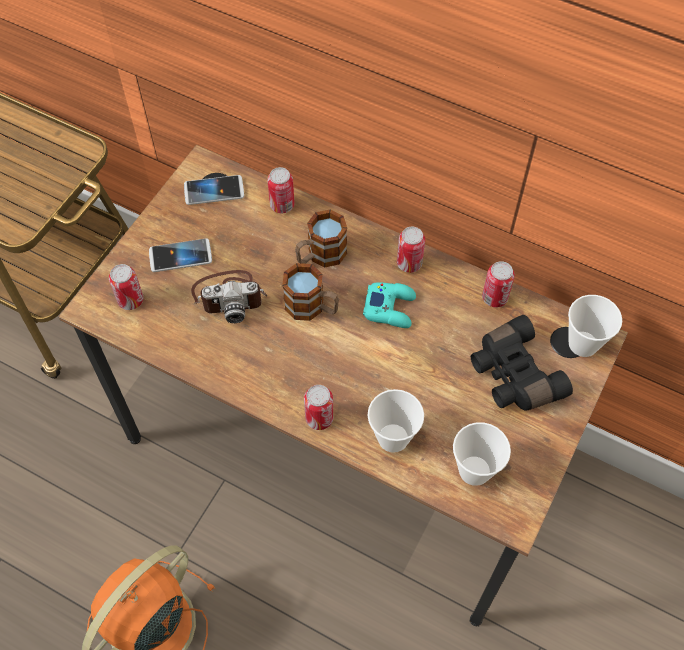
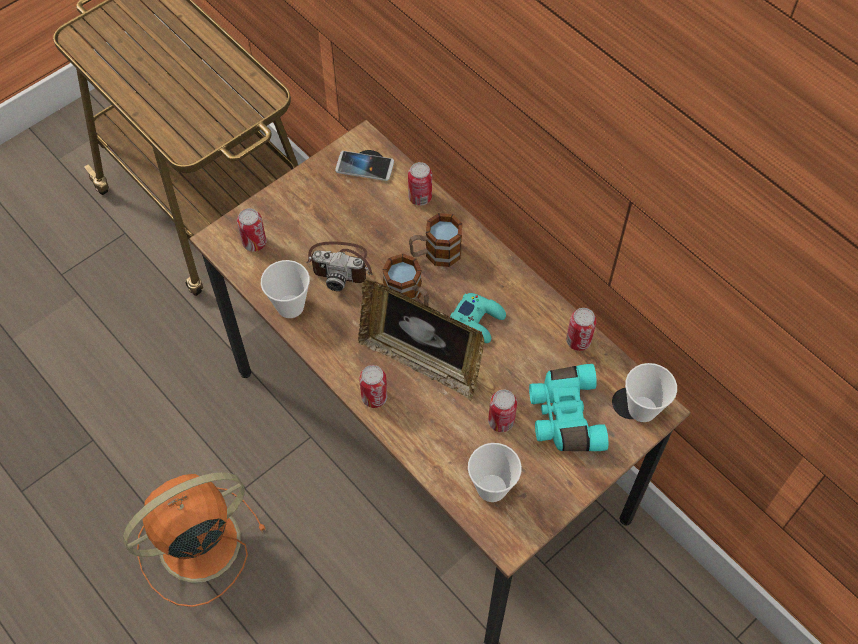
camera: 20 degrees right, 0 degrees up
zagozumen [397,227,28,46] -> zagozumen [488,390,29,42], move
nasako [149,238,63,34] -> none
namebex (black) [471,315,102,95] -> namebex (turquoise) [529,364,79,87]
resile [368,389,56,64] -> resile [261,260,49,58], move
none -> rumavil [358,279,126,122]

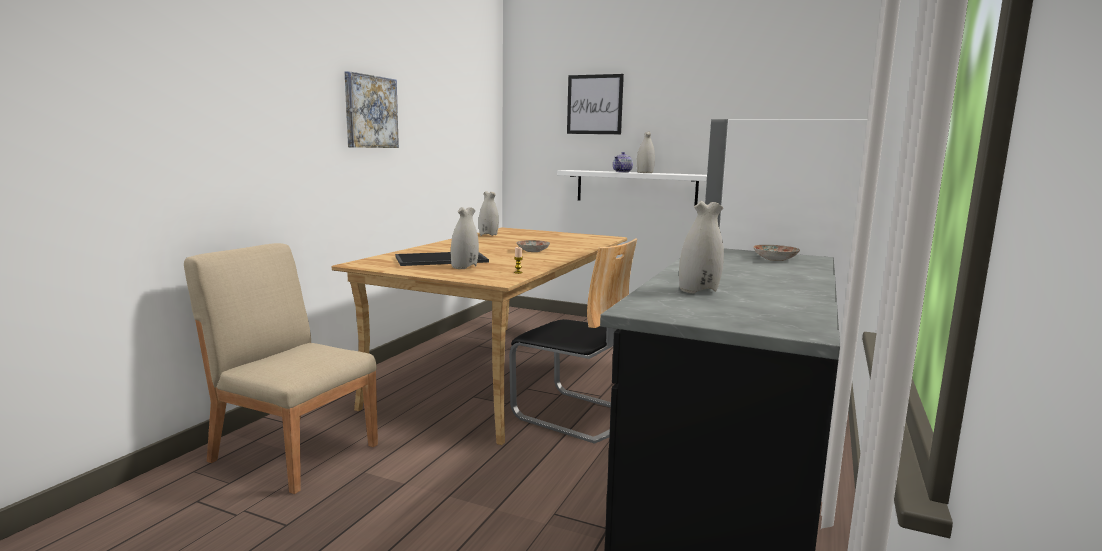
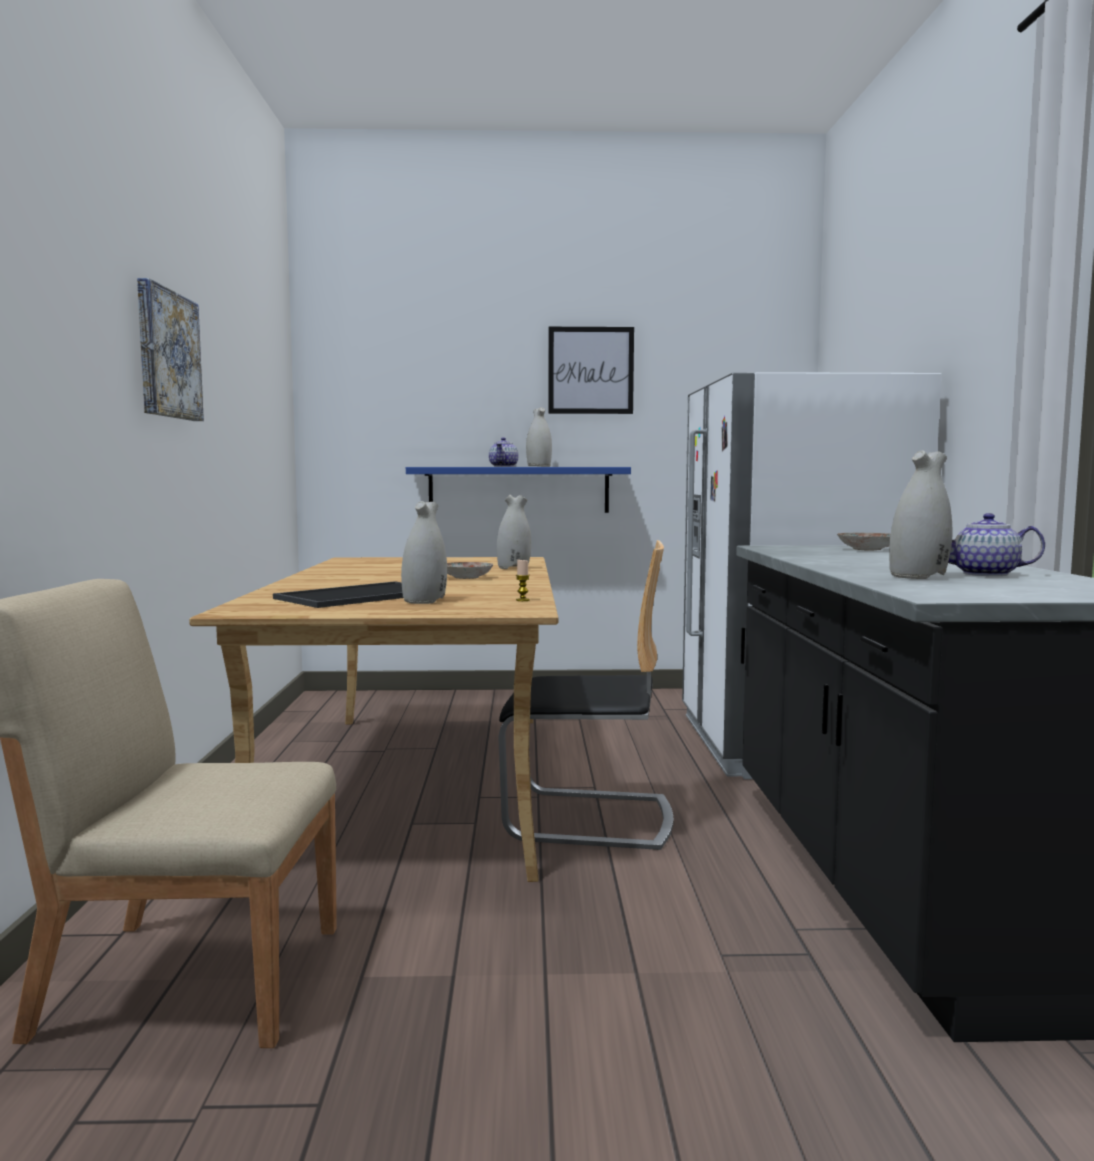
camera: 25 degrees left, 5 degrees down
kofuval [567,74,57,60] -> kofuval [548,327,86,87], move
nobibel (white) [557,170,150,36] -> nobibel (blue) [406,467,225,46]
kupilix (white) [479,191,20,45] -> kupilix (white) [497,495,34,74], move
none -> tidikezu [948,513,97,63]

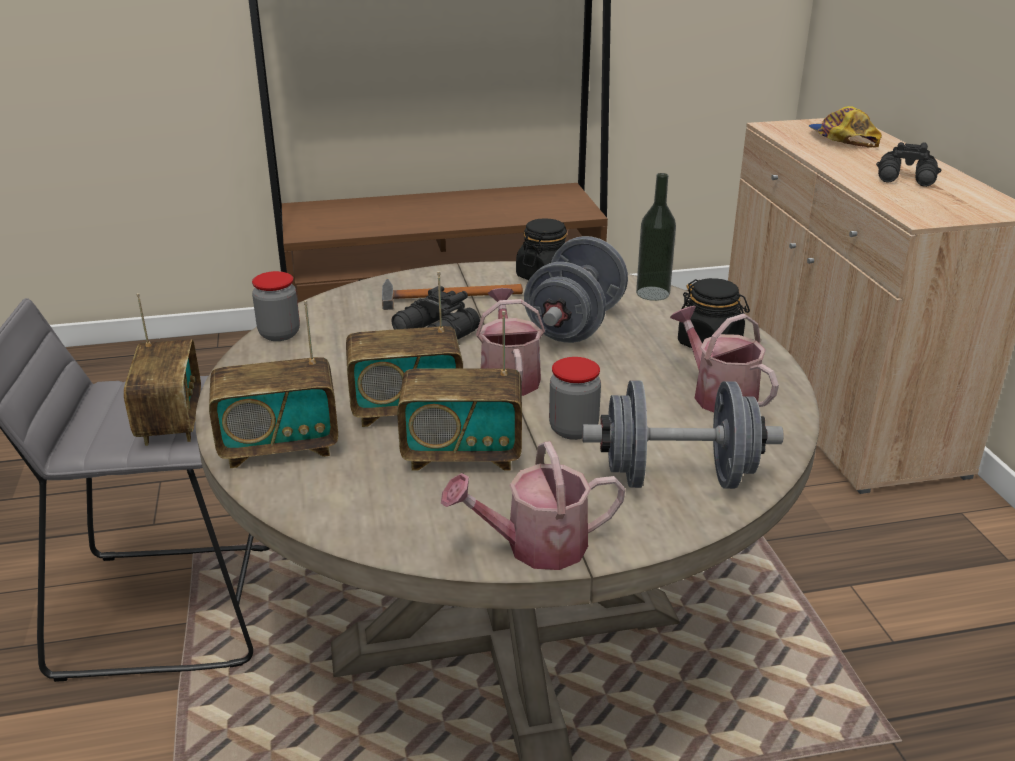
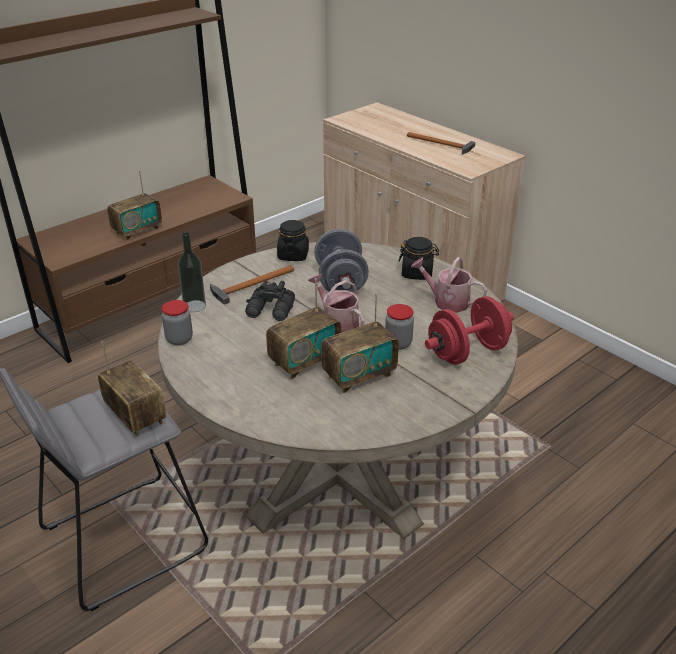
camera: 30 degrees left, 5 degrees up
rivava [809,106,73,42] -> none
namebex (black) [876,142,66,45] -> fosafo [407,132,68,23]
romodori [636,173,40,128] -> romodori [178,232,28,80], move
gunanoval [209,300,129,168] -> gunanoval [107,171,55,70], move
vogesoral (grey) [582,380,202,109] -> vogesoral (red) [425,296,89,69]
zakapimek [441,441,184,129] -> none

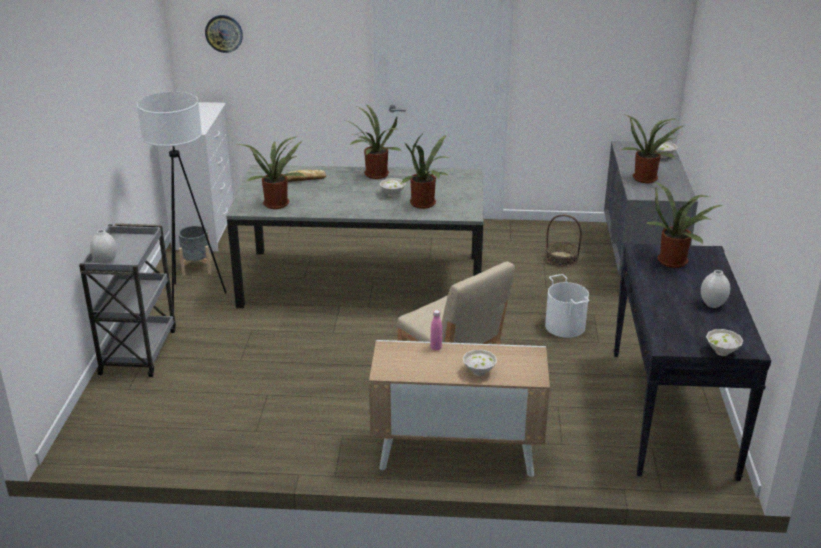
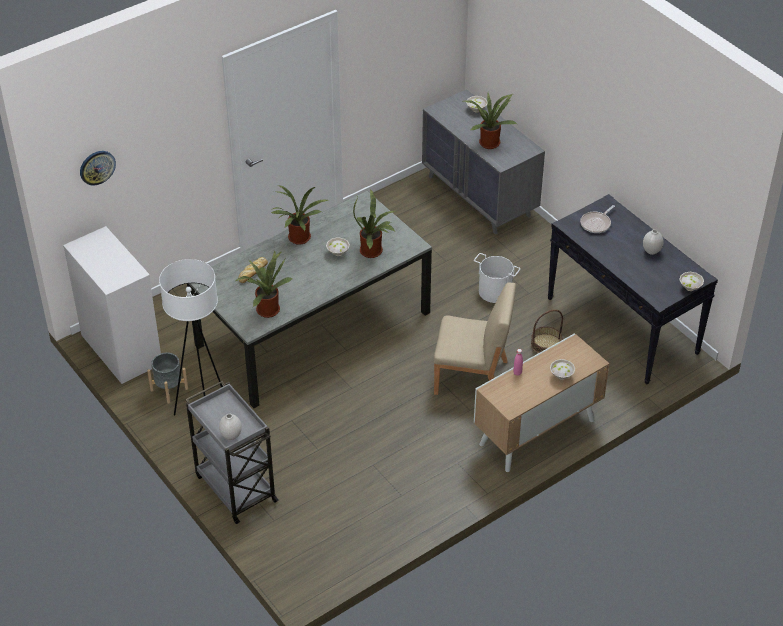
camera: 40 degrees left, 15 degrees up
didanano [646,182,76,86] -> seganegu [580,205,35,28]
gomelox [546,215,36,52] -> gomelox [531,310,32,43], move

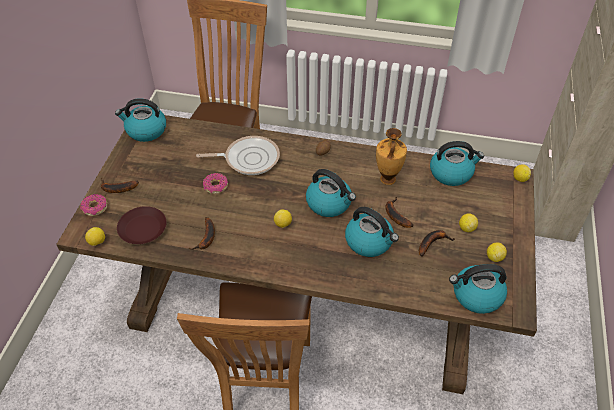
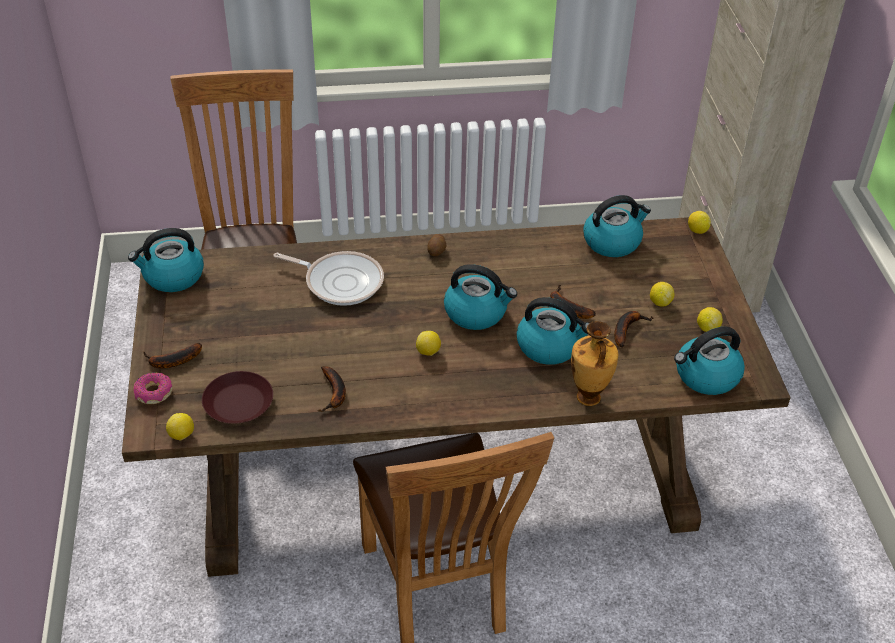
camera: 20 degrees left, 5 degrees down
kupilix [376,128,31,57] -> kupilix [571,321,48,85], move
seganegu [196,136,84,39] -> seganegu [273,251,111,55], 45 degrees clockwise
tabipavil [203,173,25,21] -> none

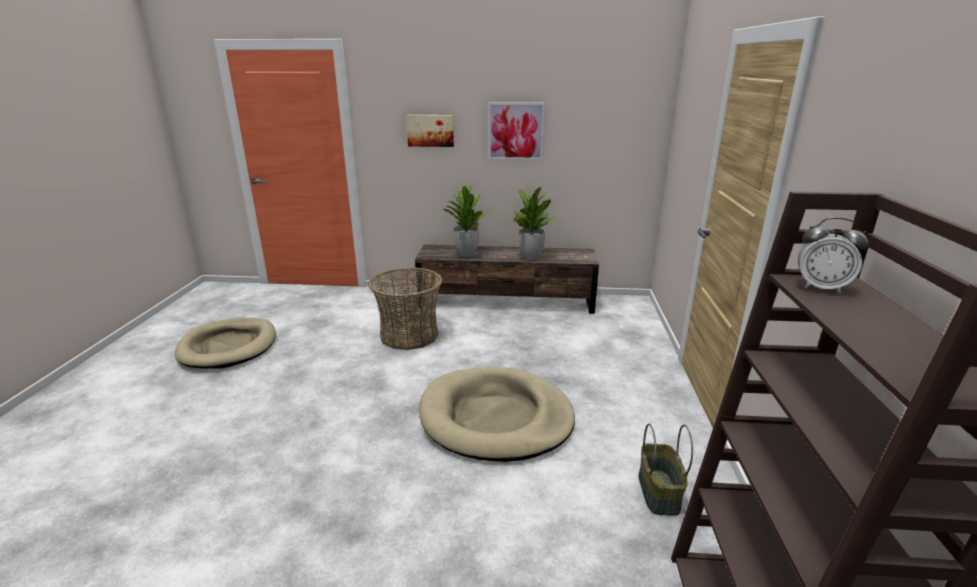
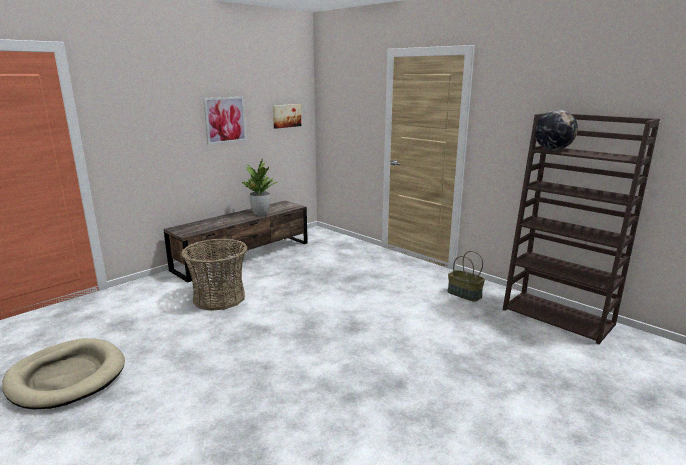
camera: 50 degrees left, 5 degrees down
kofuval [406,115,48,32] -> kofuval [273,104,28,25], move
didanano [443,185,44,72] -> none
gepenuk [798,217,70,77] -> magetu [535,110,43,40]
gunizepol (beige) [419,367,156,95] -> none

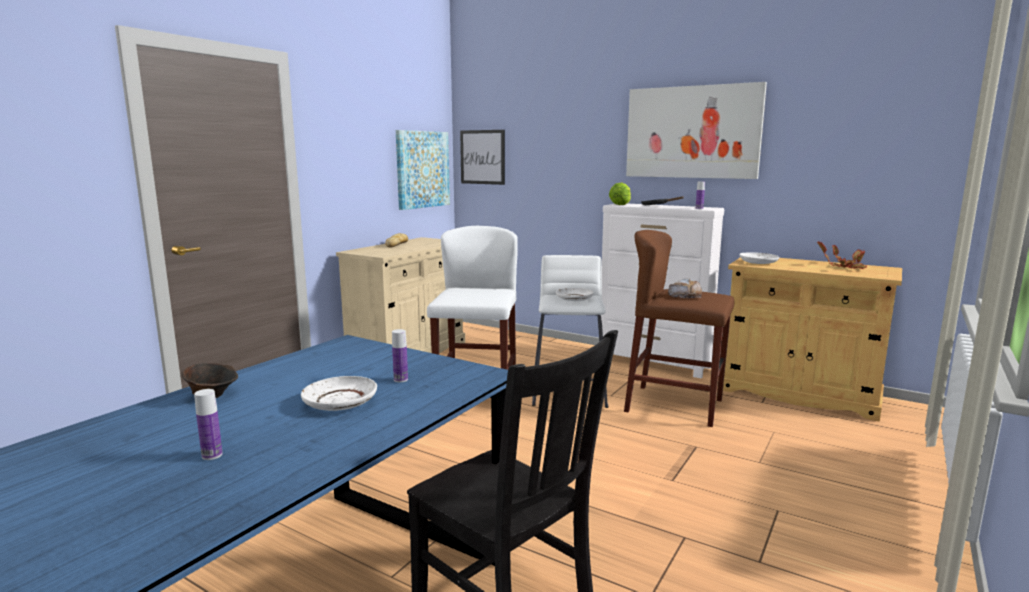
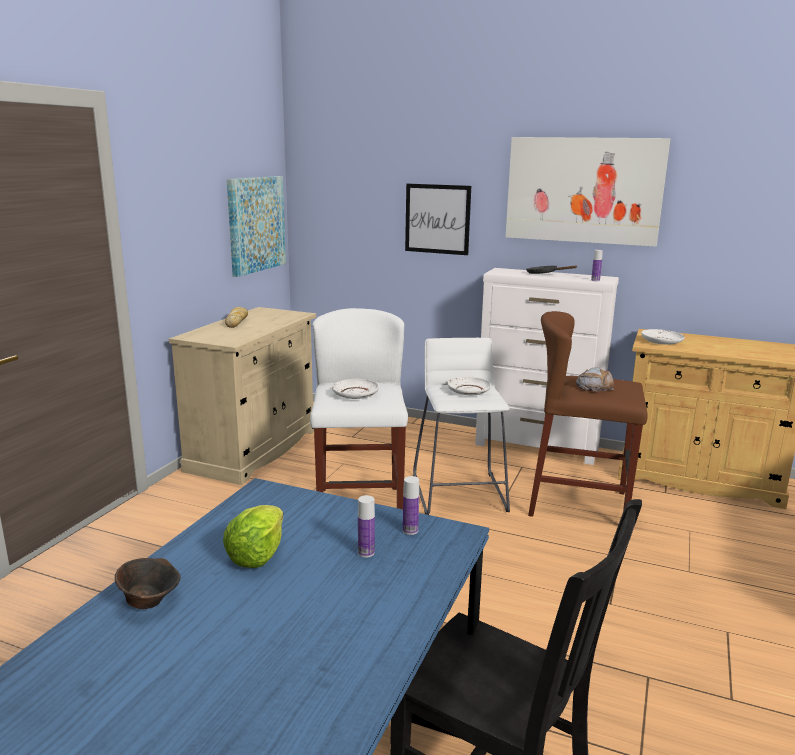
camera: 10 degrees left, 5 degrees up
kofuval [460,130,45,55] -> kofuval [405,184,66,71], move
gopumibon [609,183,22,22] -> gopumibon [223,505,60,63], move
didanano [817,241,50,28] -> none
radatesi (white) [301,376,76,35] -> radatesi (white) [332,379,47,20], move
romodori [194,389,29,71] -> romodori [403,476,16,59], move

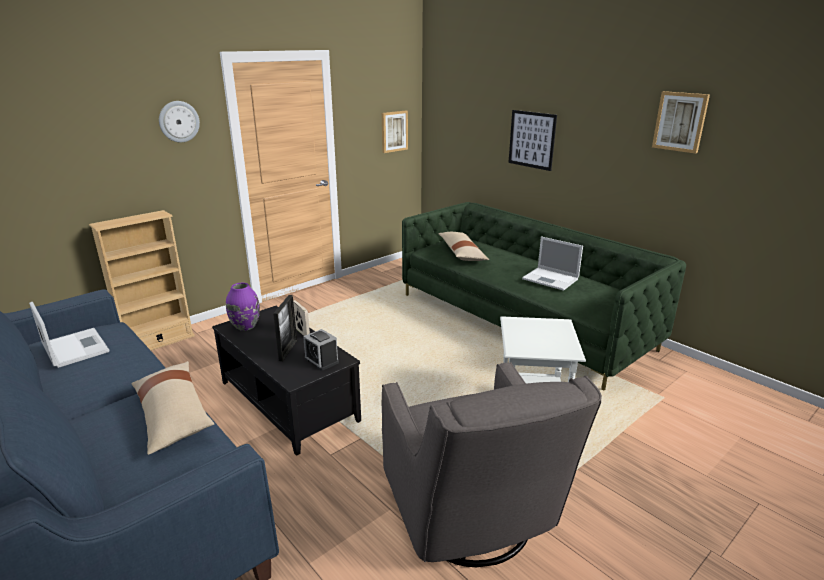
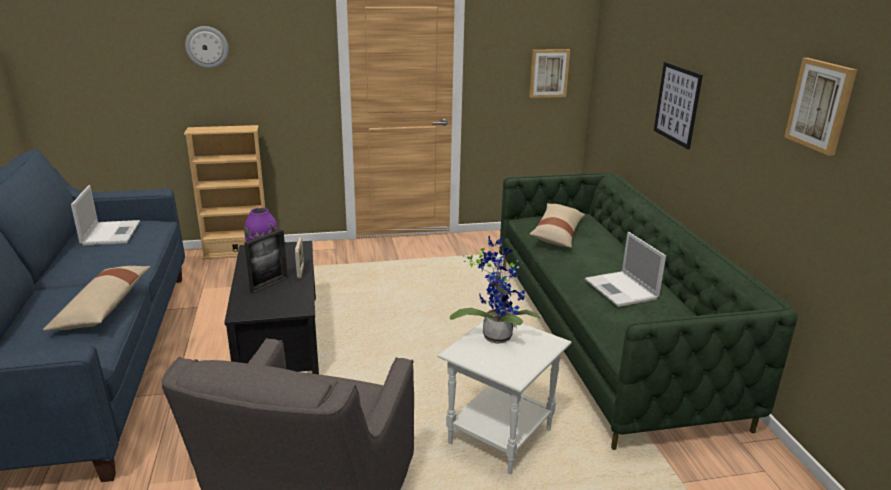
camera: 30 degrees right, 0 degrees up
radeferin [159,101,41,41] -> radeferin [185,26,44,42], move
gepenuk [303,329,36,42] -> none
none -> didanano [450,236,91,108]

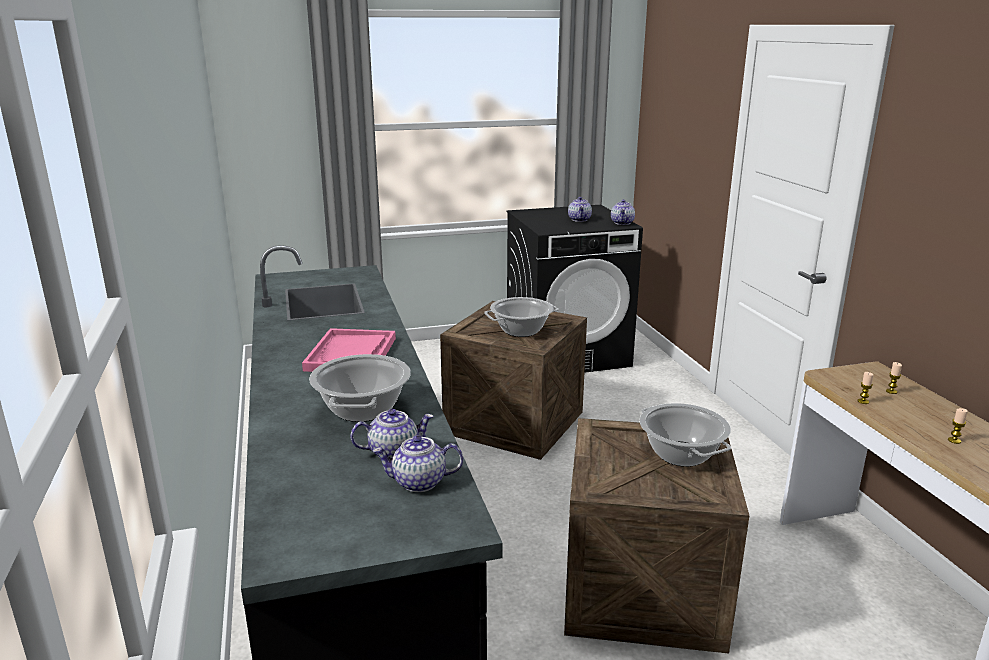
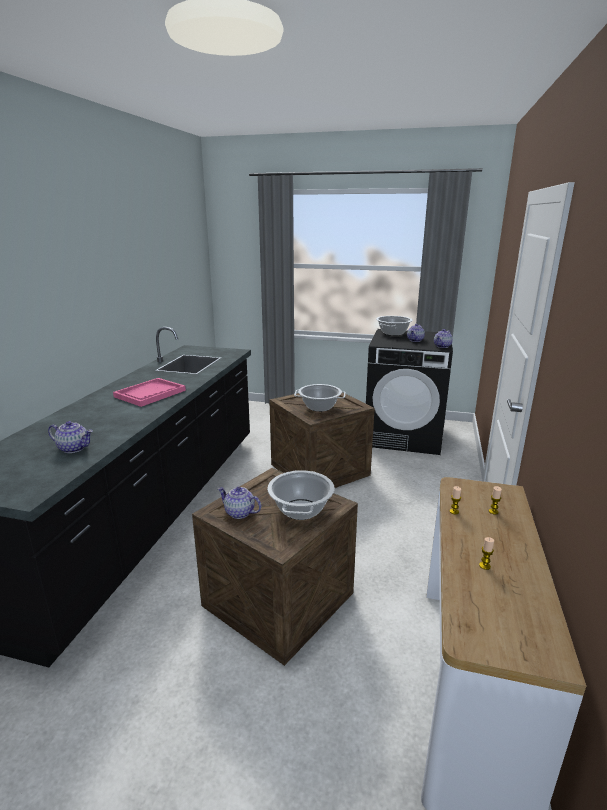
camera: 30 degrees right, 0 degrees up
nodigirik [309,354,102,68] -> nodigirik [376,316,37,20], move
tidikezu [373,435,90,57] -> tidikezu [218,486,43,33], move

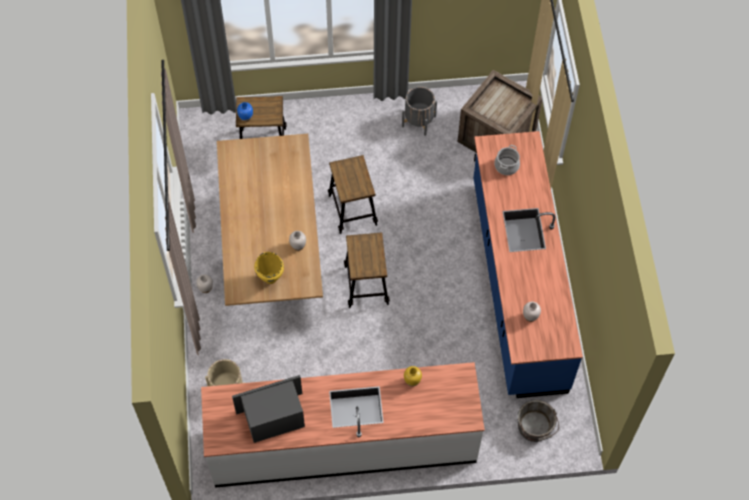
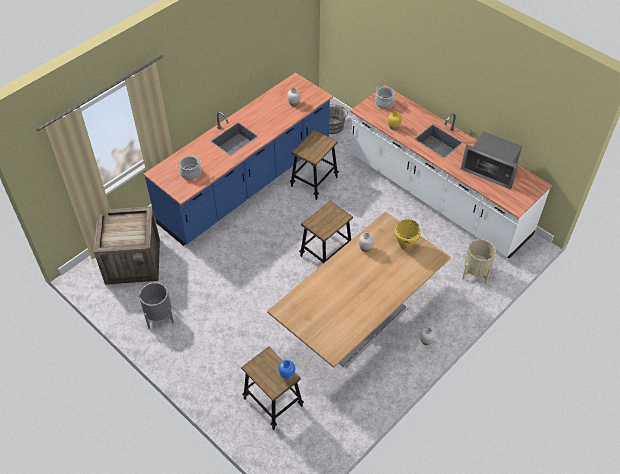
camera: 130 degrees left, 10 degrees down
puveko [328,155,50,79] -> puveko [290,130,49,70], move
none -> nodigirik [375,86,20,23]

